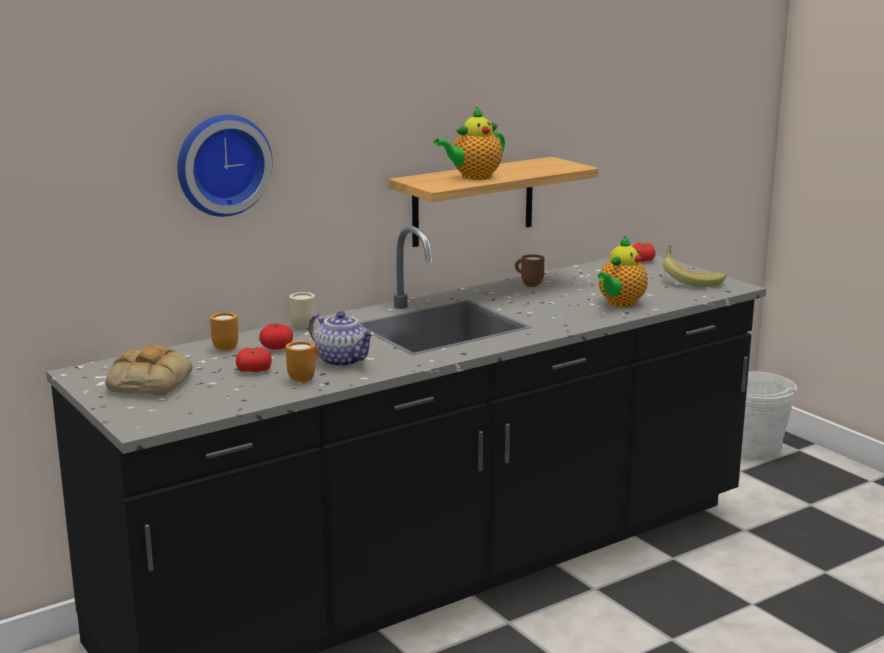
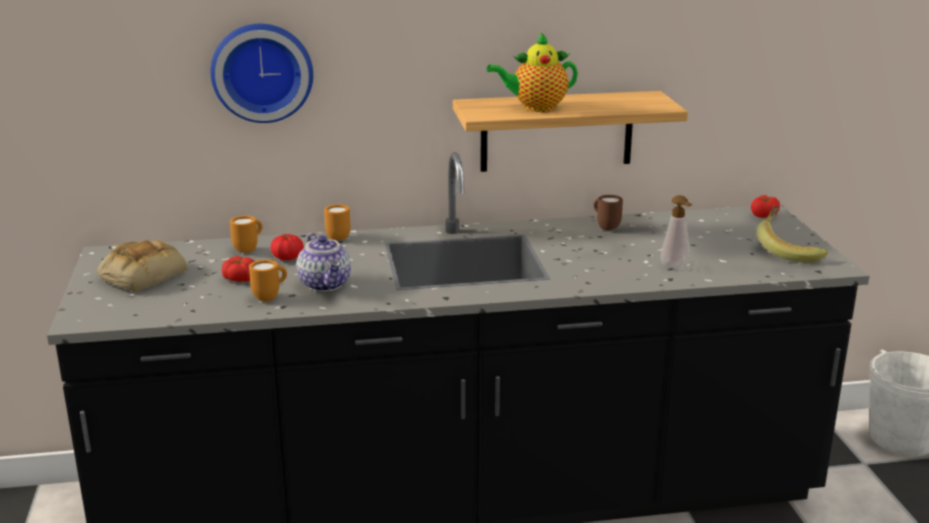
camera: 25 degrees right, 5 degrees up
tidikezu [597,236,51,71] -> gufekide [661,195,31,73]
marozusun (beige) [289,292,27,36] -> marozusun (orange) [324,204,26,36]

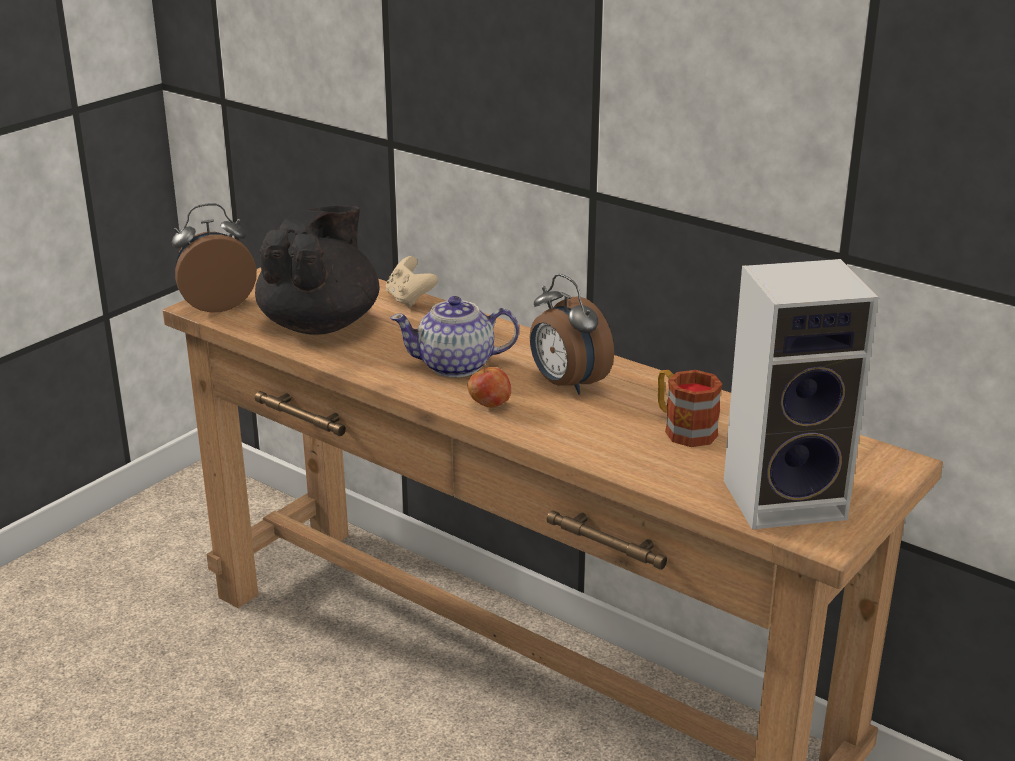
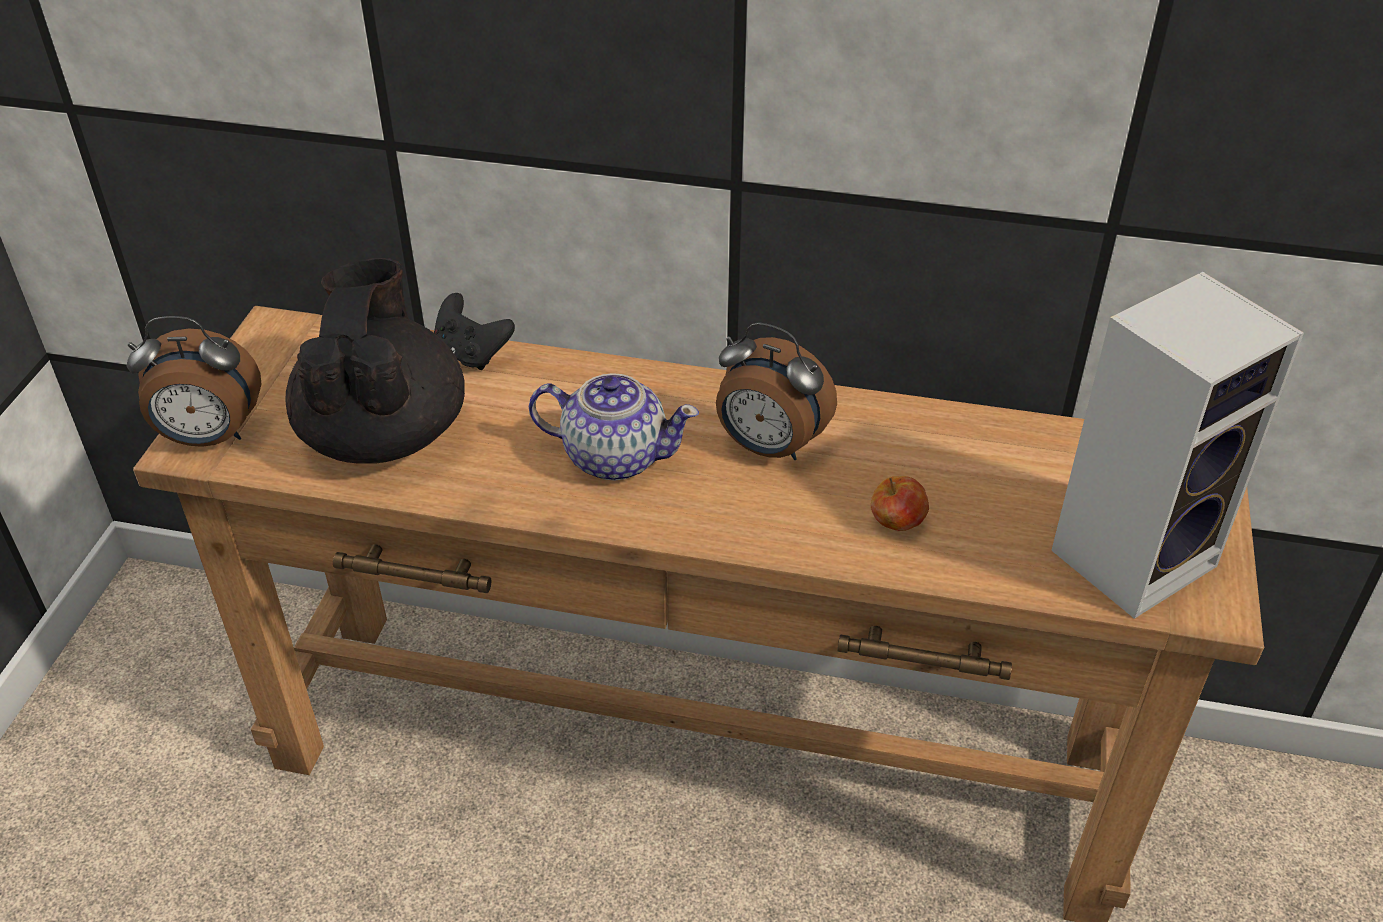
camera: 25 degrees left, 15 degrees up
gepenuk [172,203,85,110] -> gepenuk [127,316,135,131], 135 degrees counterclockwise
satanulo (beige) [386,256,52,52] -> satanulo (black) [434,293,81,77]
tidikezu [390,296,129,82] -> tidikezu [529,373,170,108], 135 degrees counterclockwise
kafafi [467,364,44,44] -> kafafi [871,476,58,55], move
marozusun [658,370,64,77] -> none

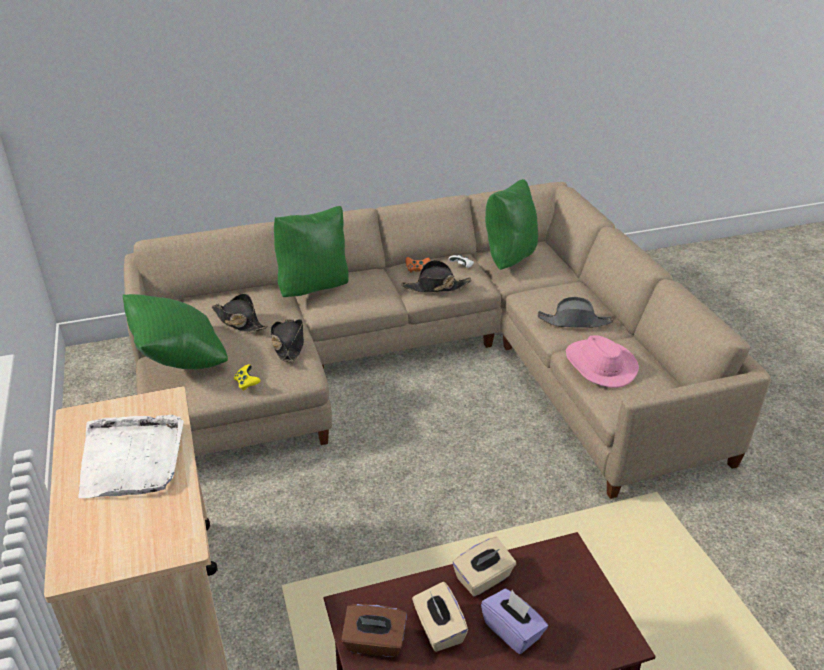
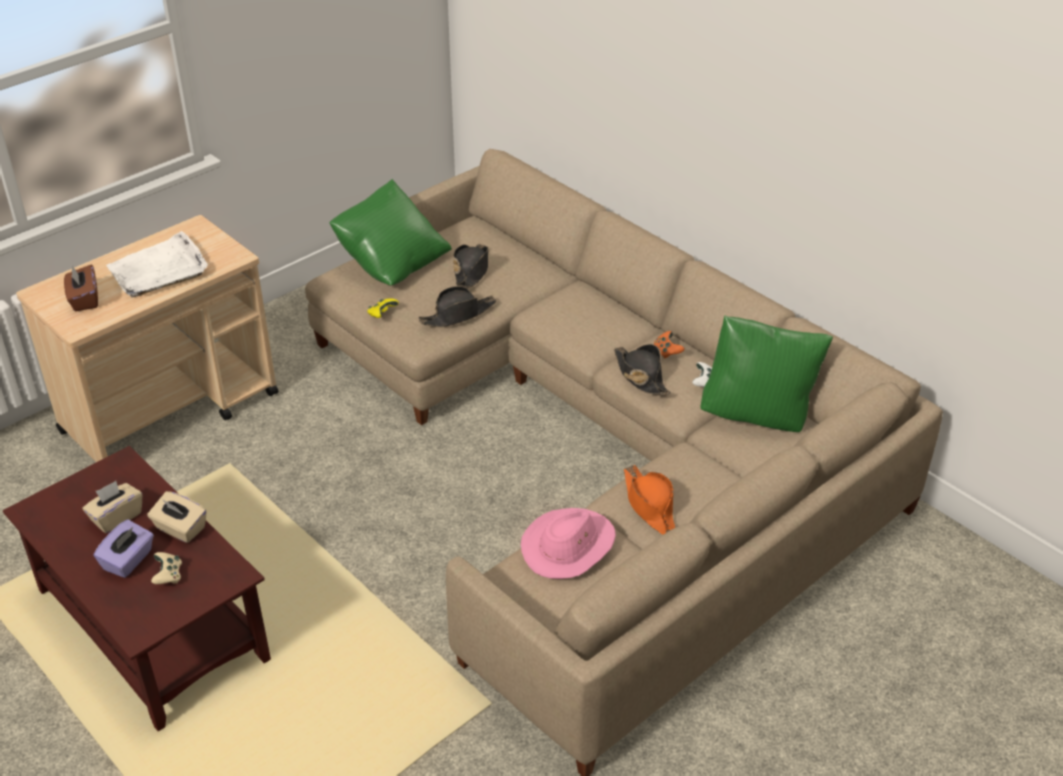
camera: 65 degrees right, 5 degrees up
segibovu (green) [274,206,75,91] -> none
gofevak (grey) [538,297,75,31] -> gofevak (orange) [624,465,52,70]
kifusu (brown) [341,604,66,53] -> kifusu (brown) [64,265,34,46], move
none -> satanulo (beige) [151,552,31,32]

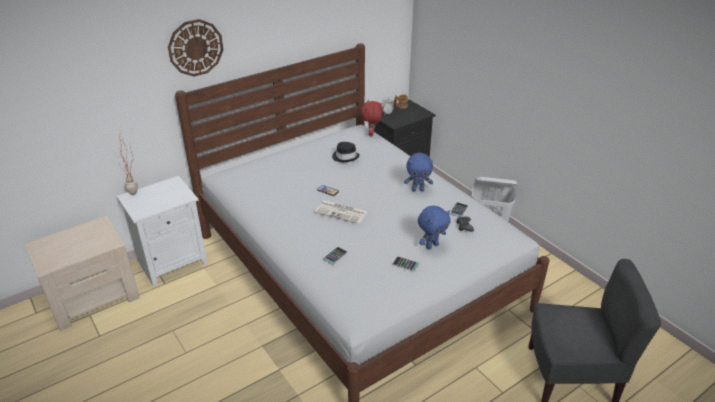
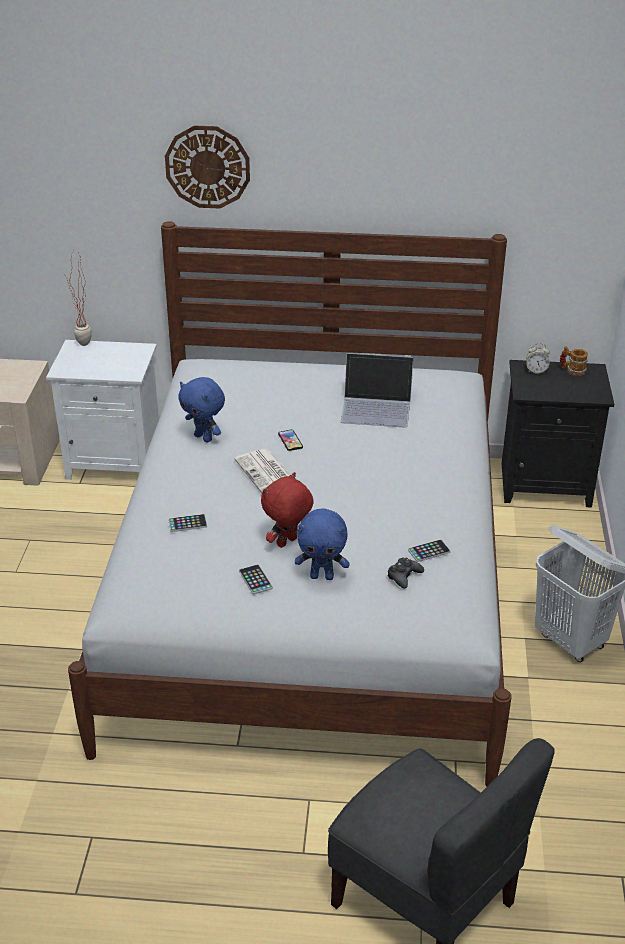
camera: 40 degrees right, 0 degrees up
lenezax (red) [362,100,21,37] -> lenezax (red) [261,472,53,76], move
gofevak (black) [332,142,28,20] -> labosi [340,353,74,75]
lenezax (blue) [404,153,29,39] -> lenezax (blue) [178,377,47,65], move

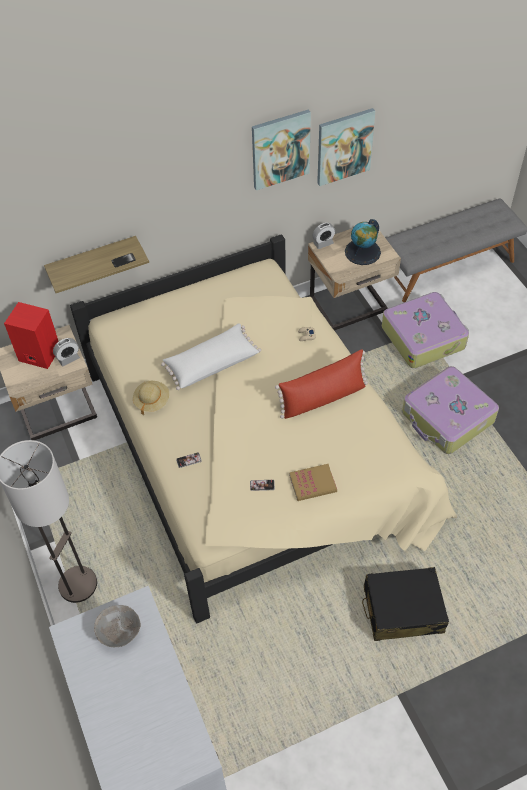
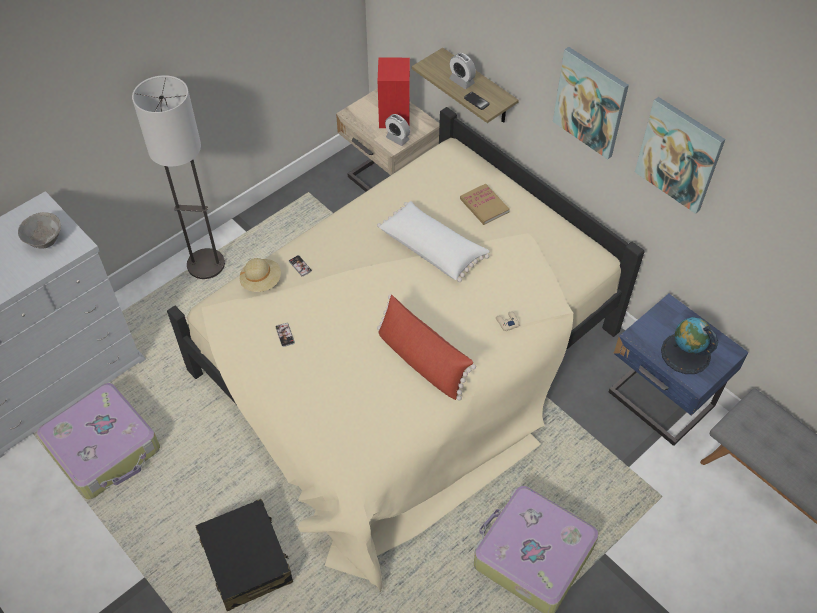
camera: 70 degrees right, 0 degrees up
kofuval [317,108,58,78] -> kofuval [553,47,76,113], move
gepenuk [313,223,22,26] -> gepenuk [449,53,27,36], move
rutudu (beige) [308,228,93,103] -> rutudu (blue) [609,293,140,153]
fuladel [382,292,87,76] -> fuladel [37,383,123,116], move
gofevak (beige) [133,381,36,34] -> gofevak (beige) [240,258,41,34], move
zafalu [289,464,48,37] -> zafalu [460,184,50,41], move

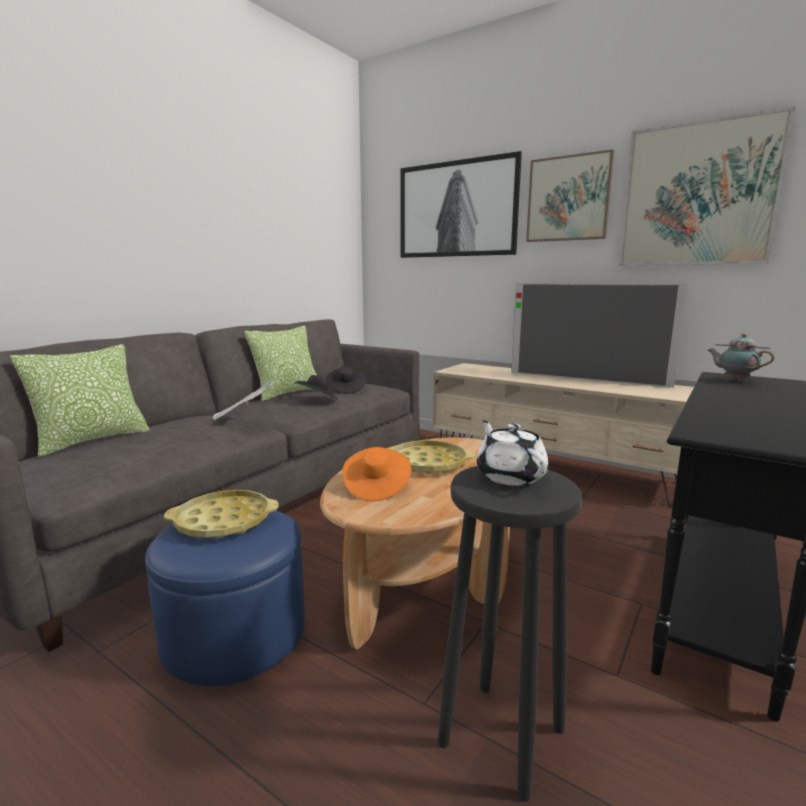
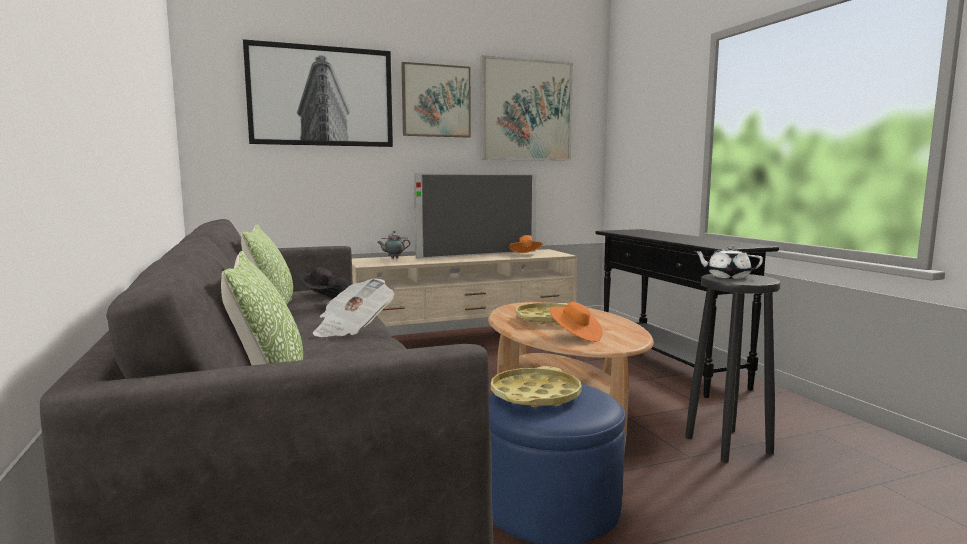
camera: 55 degrees left, 5 degrees down
tidikezu [707,333,67,49] -> tidikezu [377,231,33,28], move
none -> gofevak (orange) [509,235,34,18]

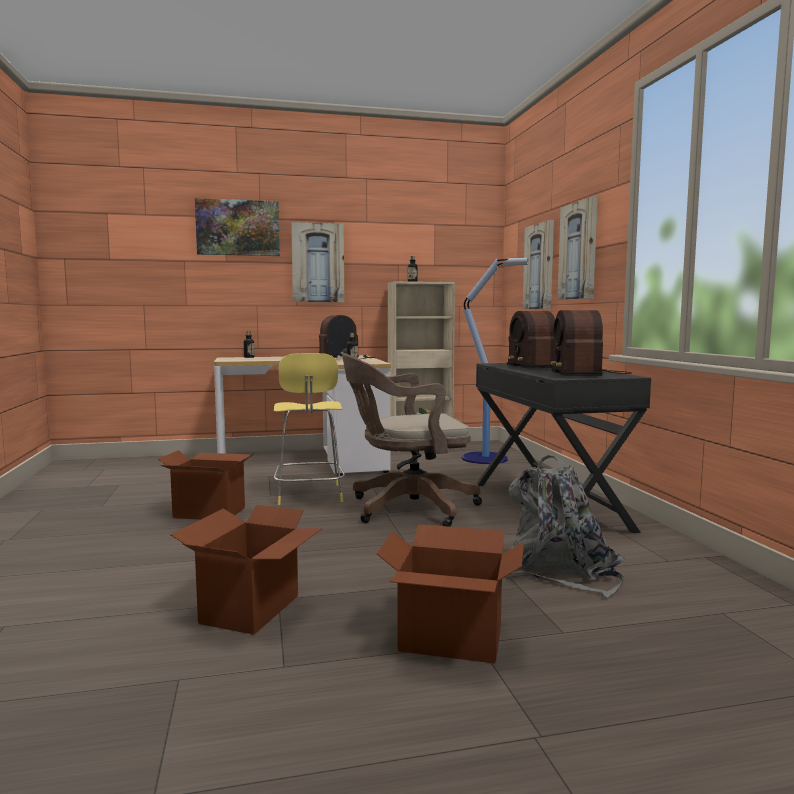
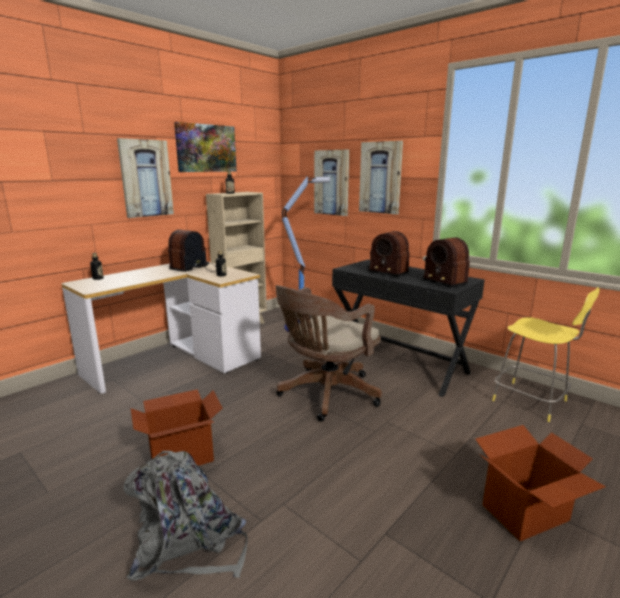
camera: 35 degrees left, 10 degrees up
kofuval [195,198,85,58] -> kofuval [174,122,63,50], move
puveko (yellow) [274,353,71,152] -> puveko (yellow) [492,287,108,135], move
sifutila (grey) [508,455,116,143] -> sifutila (grey) [123,451,125,130], move
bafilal [170,505,153,130] -> none

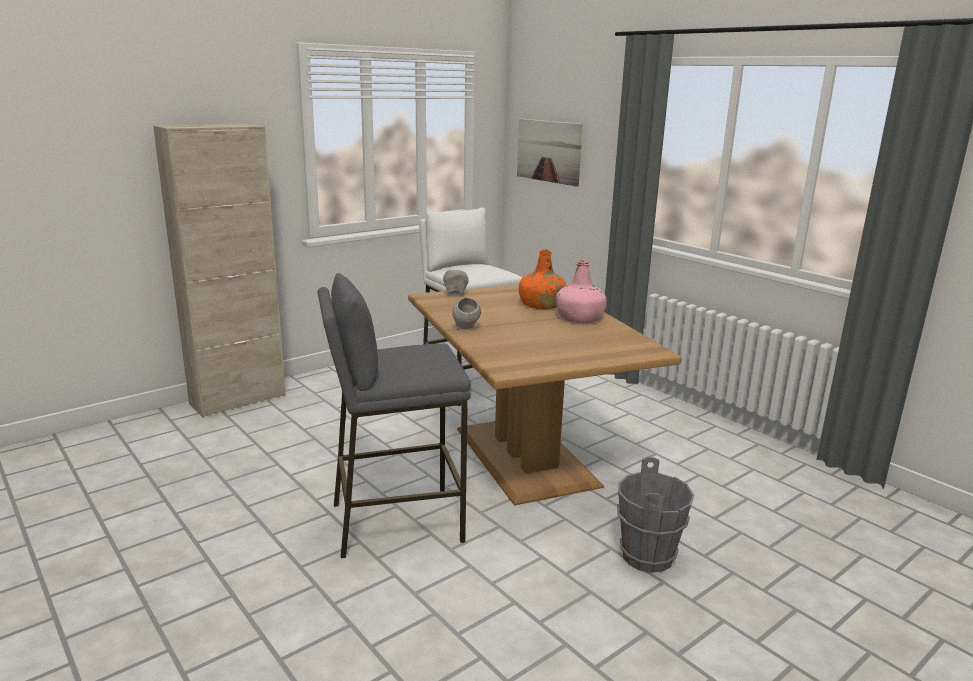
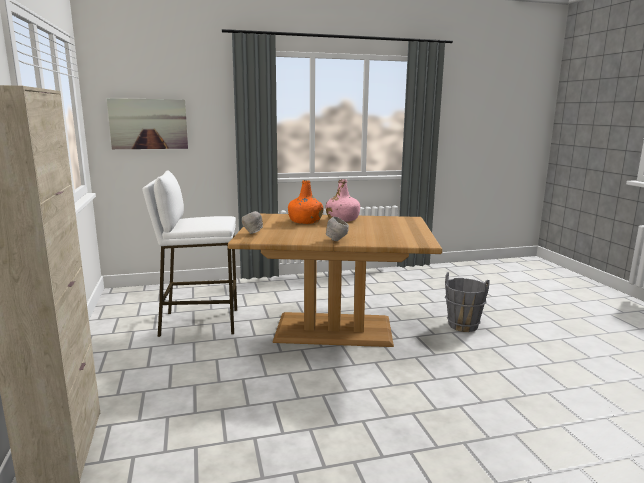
camera: 65 degrees left, 5 degrees down
puveko (grey) [318,273,153,285] -> none

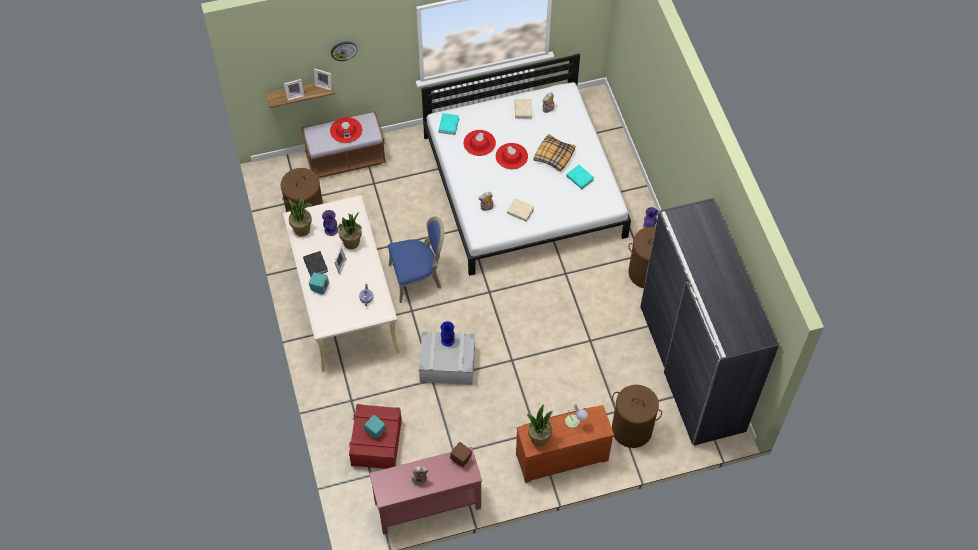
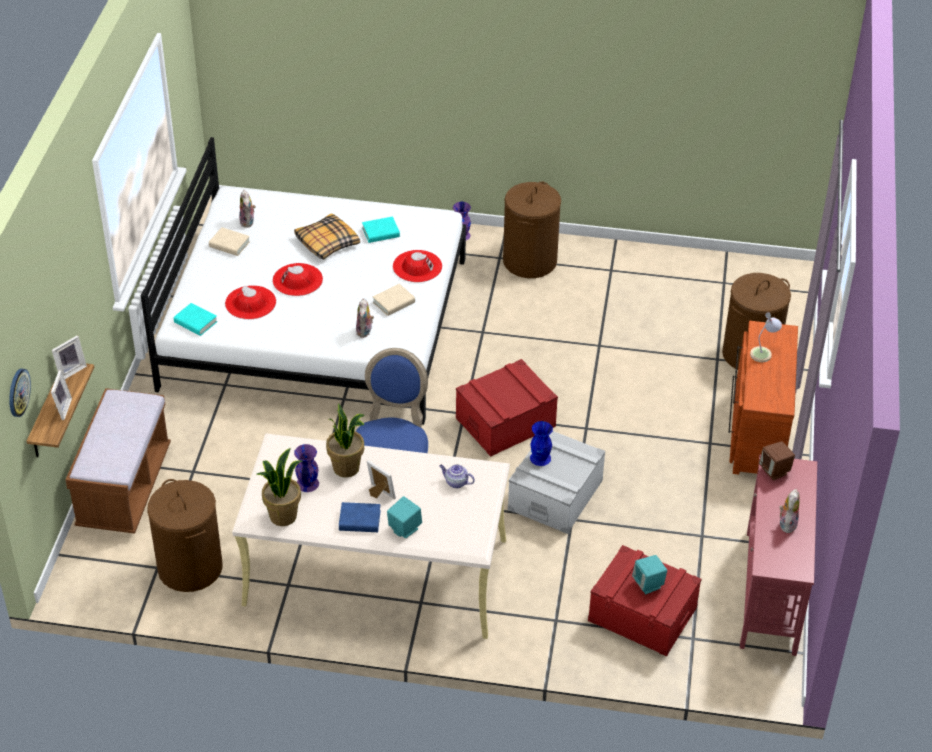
camera: 65 degrees left, 15 degrees down
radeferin [331,41,27,20] -> radeferin [9,369,22,48], move
gofevak (red) [330,117,32,26] -> gofevak (red) [393,250,49,32], move
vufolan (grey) [640,198,139,248] -> none
zafalu (black) [303,251,25,26] -> zafalu (blue) [339,502,42,30]
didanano [527,404,26,42] -> none
none -> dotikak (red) [456,359,102,98]

